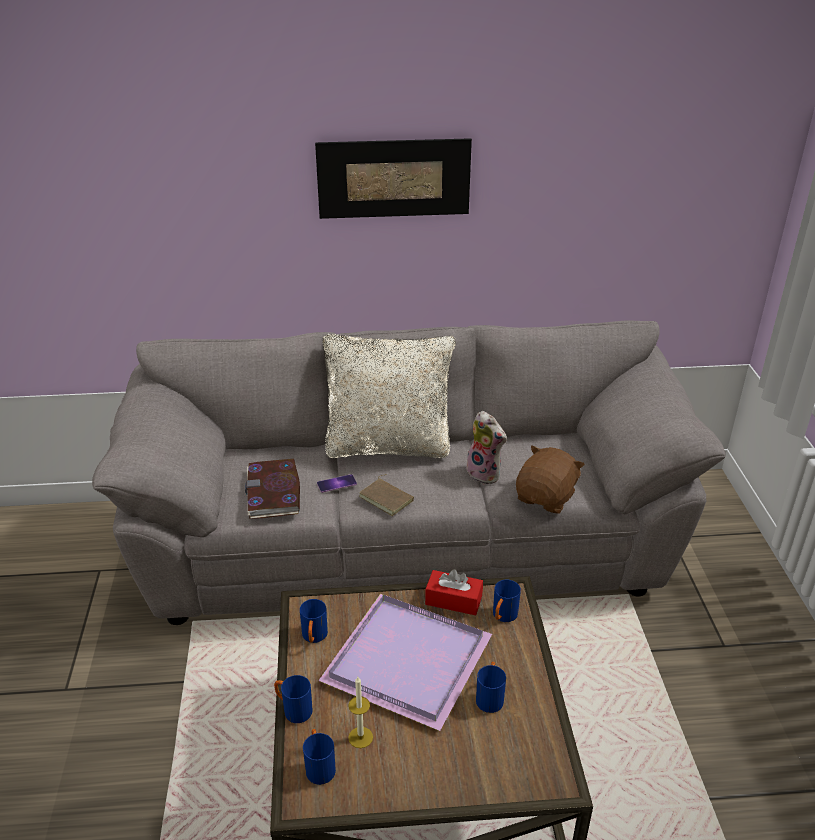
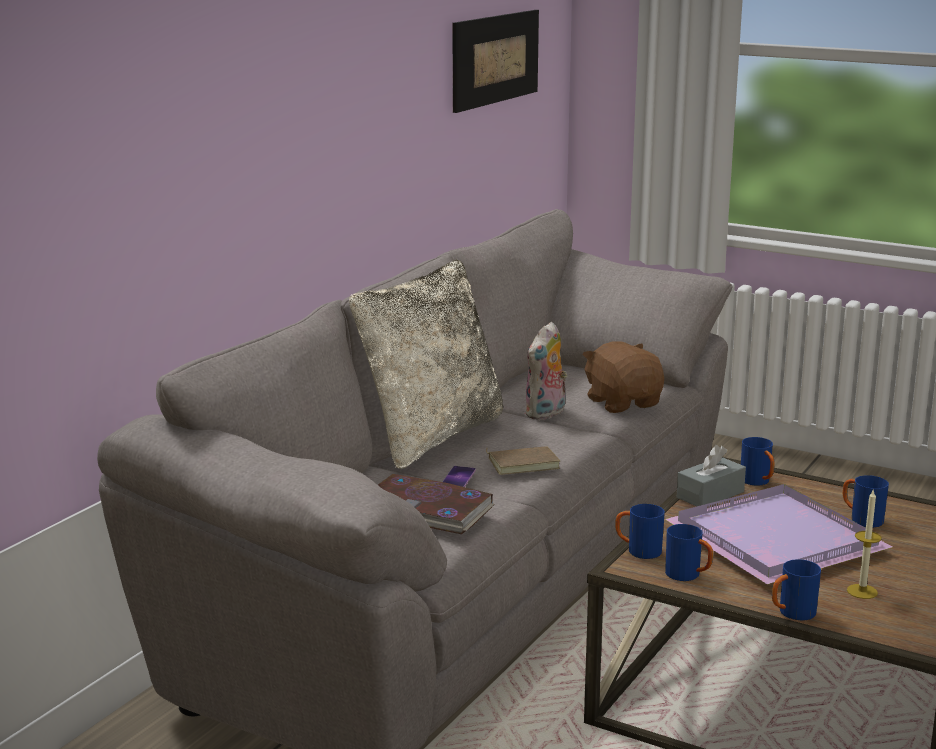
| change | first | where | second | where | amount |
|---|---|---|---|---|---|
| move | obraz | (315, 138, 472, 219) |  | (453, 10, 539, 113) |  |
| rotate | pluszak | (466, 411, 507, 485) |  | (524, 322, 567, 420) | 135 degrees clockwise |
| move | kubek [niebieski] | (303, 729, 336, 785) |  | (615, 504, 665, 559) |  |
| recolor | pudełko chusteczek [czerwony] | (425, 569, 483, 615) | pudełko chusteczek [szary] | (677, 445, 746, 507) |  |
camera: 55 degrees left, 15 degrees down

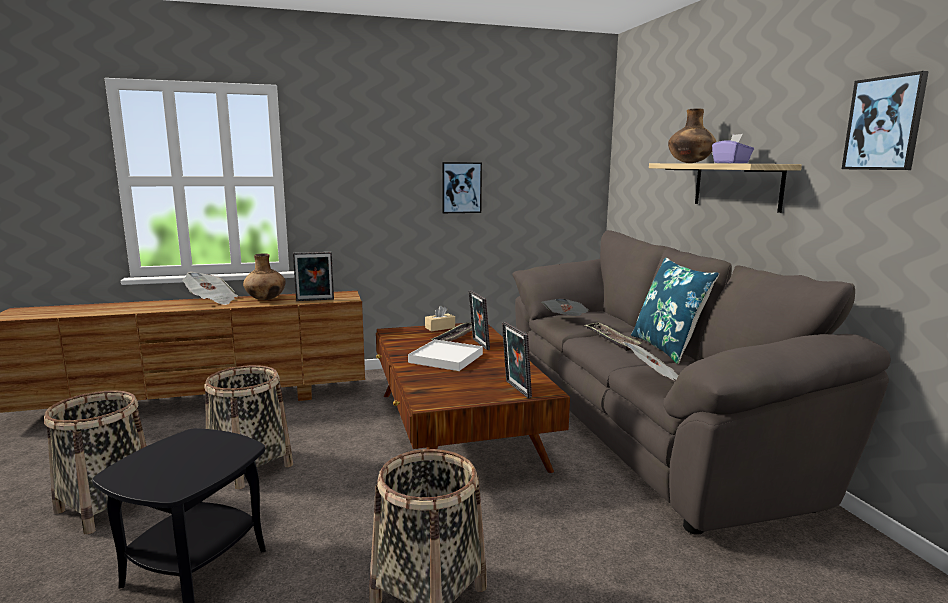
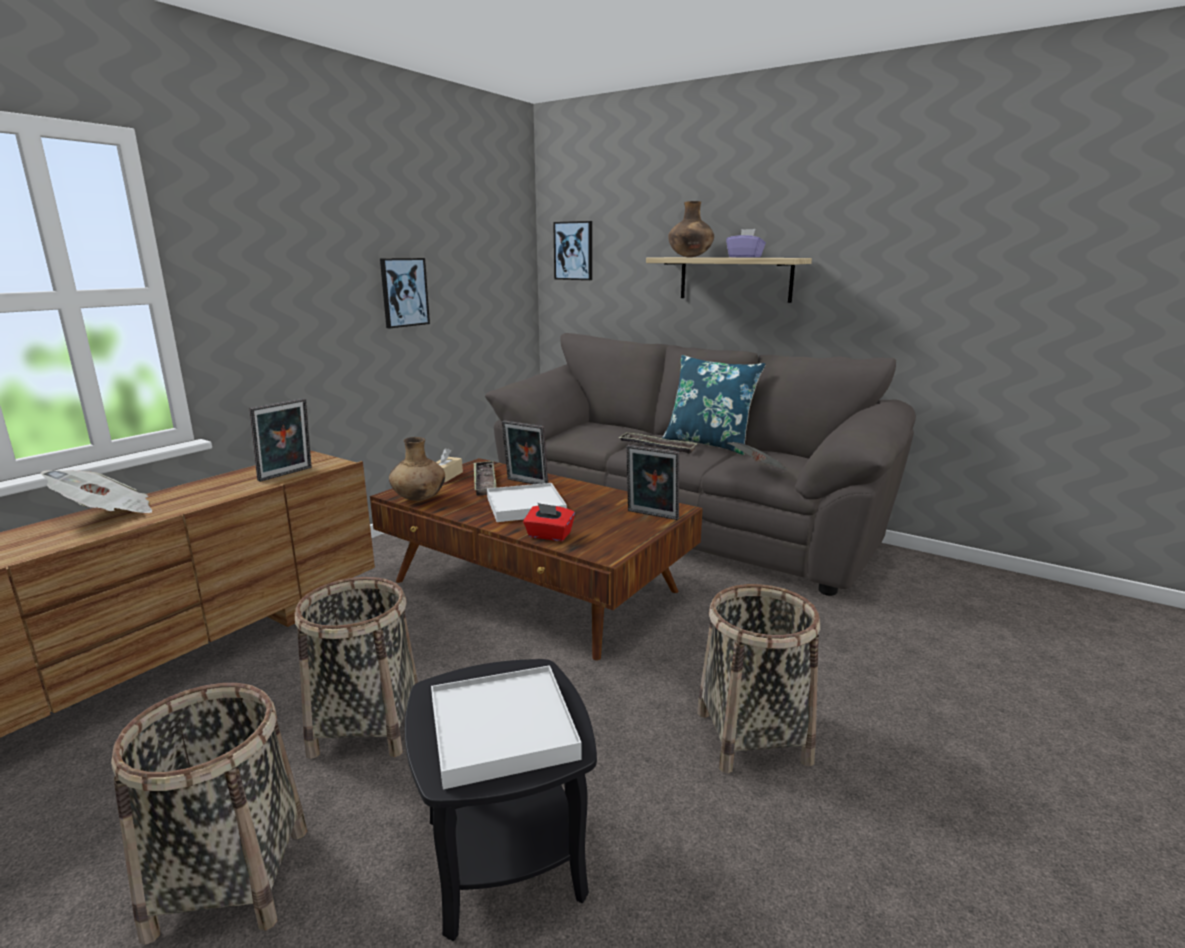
| change | first | where | second | where | amount |
|---|---|---|---|---|---|
| move | wazon [brązowy] | (243, 253, 286, 300) |  | (389, 437, 445, 501) |  |
| insert |  |  | taca [biały] | (431, 665, 582, 789) |  |
| insert |  |  | pudełko chusteczek [czerwony] | (523, 503, 575, 541) |  |
| move | obraz | (842, 71, 929, 170) |  | (553, 221, 592, 280) |  |
| delete | gazeta | (541, 299, 589, 316) |  |  |  |
camera: 40 degrees left, 5 degrees up

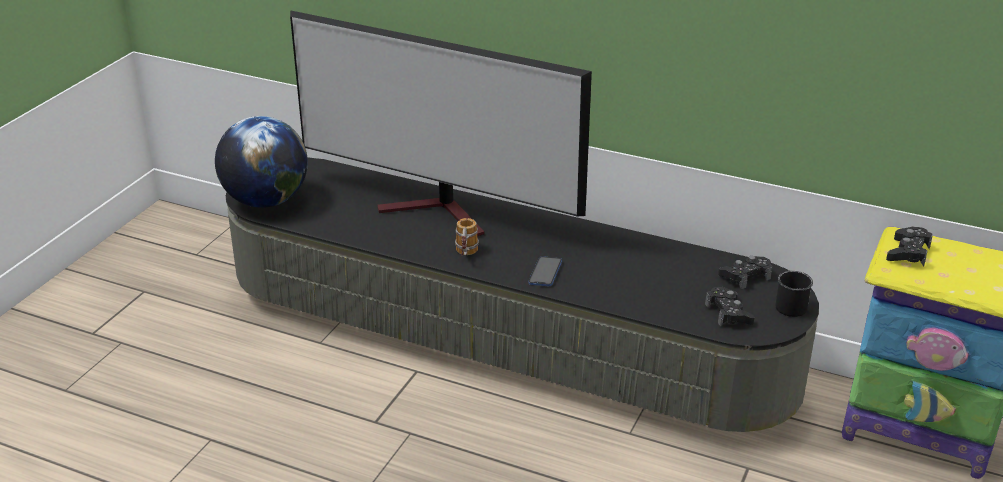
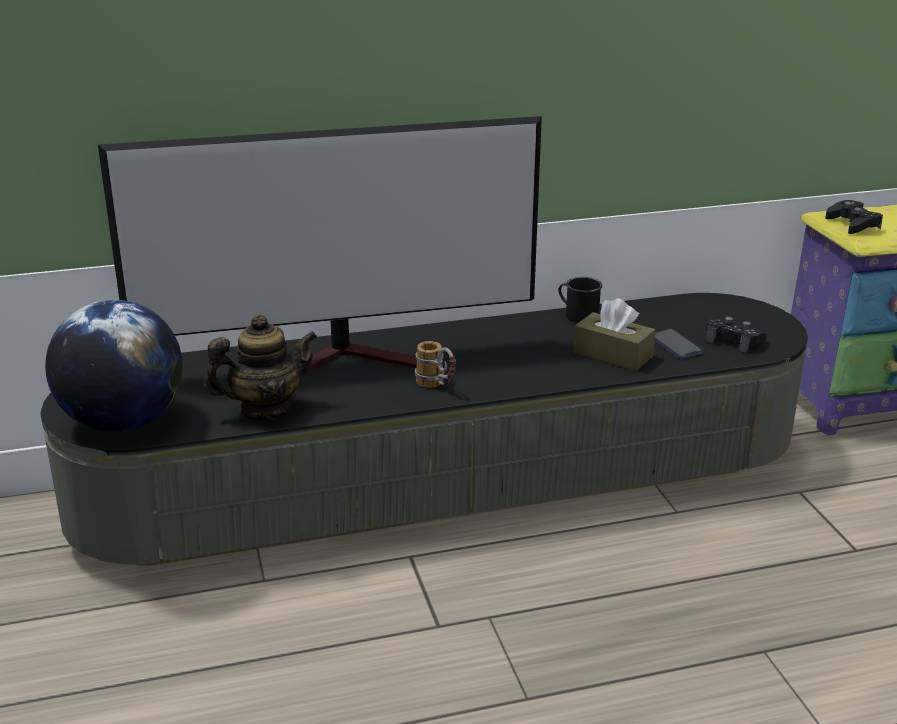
| change | first | where | second | where | amount |
|---|---|---|---|---|---|
| insert |  |  | imbryk | (204, 314, 317, 420) |  |
| move | kubek [czarny] | (776, 271, 813, 317) |  | (558, 277, 602, 323) |  |
| insert |  |  | pudełko chusteczek [brązowy] | (573, 298, 656, 371) |  |
| move | telefon | (528, 256, 562, 286) |  | (655, 328, 703, 359) |  |
| delete | pad do gier [czarny] | (718, 256, 772, 290) |  |  |  |
camera: 40 degrees left, 5 degrees down

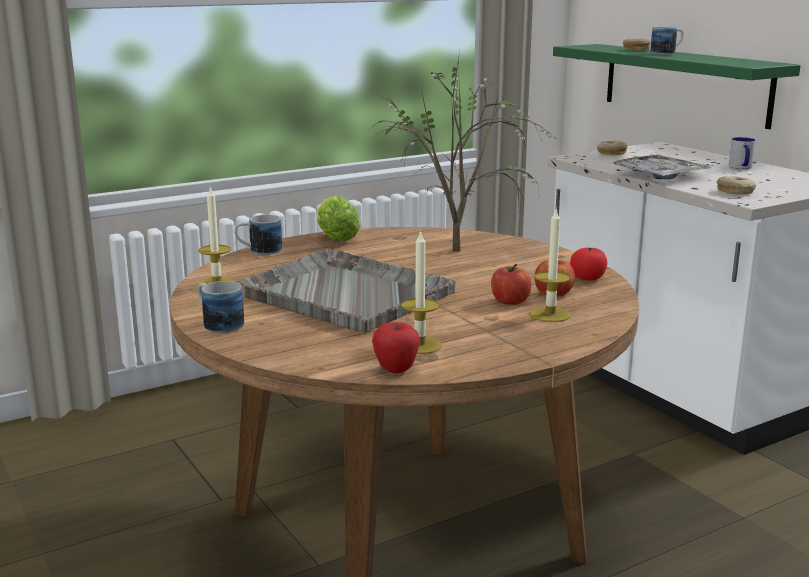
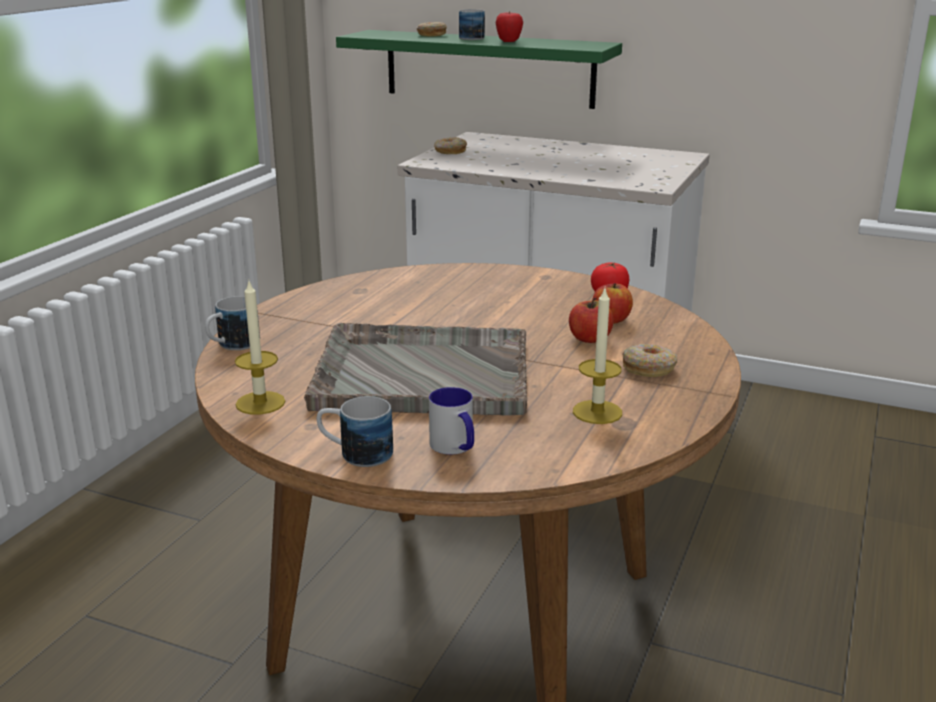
| change | first | where | second | where | amount |
|---|---|---|---|---|---|
| move | kubek | (729, 137, 756, 169) |  | (429, 387, 474, 455) |  |
| move | jabłko | (372, 322, 420, 373) |  | (496, 11, 523, 42) |  |
| move | donut | (717, 176, 756, 195) |  | (622, 344, 677, 377) |  |
| delete | sałata | (317, 196, 360, 242) |  |  |  |
| delete | roślina doniczkowa | (370, 51, 558, 252) |  |  |  |
| delete | świeca | (530, 210, 571, 322) |  |  |  |
| delete | taca | (608, 155, 712, 179) |  |  |  |
camera: 35 degrees left, 5 degrees up

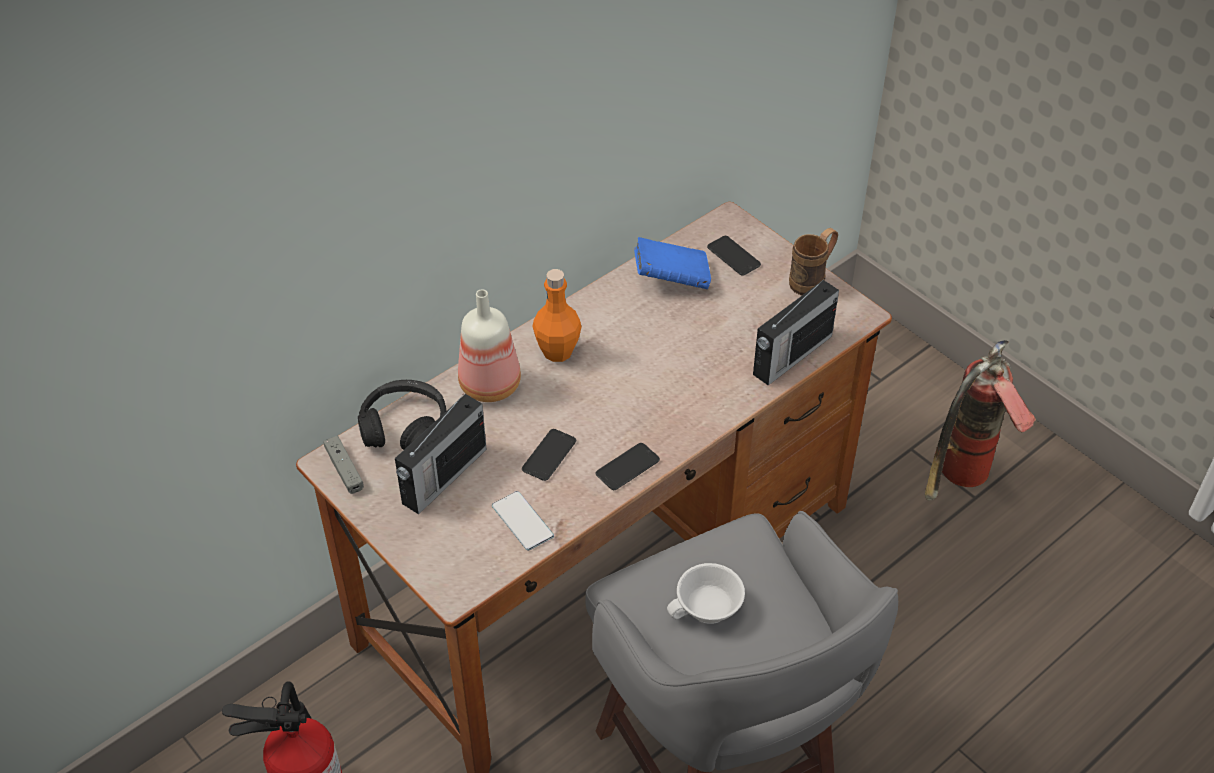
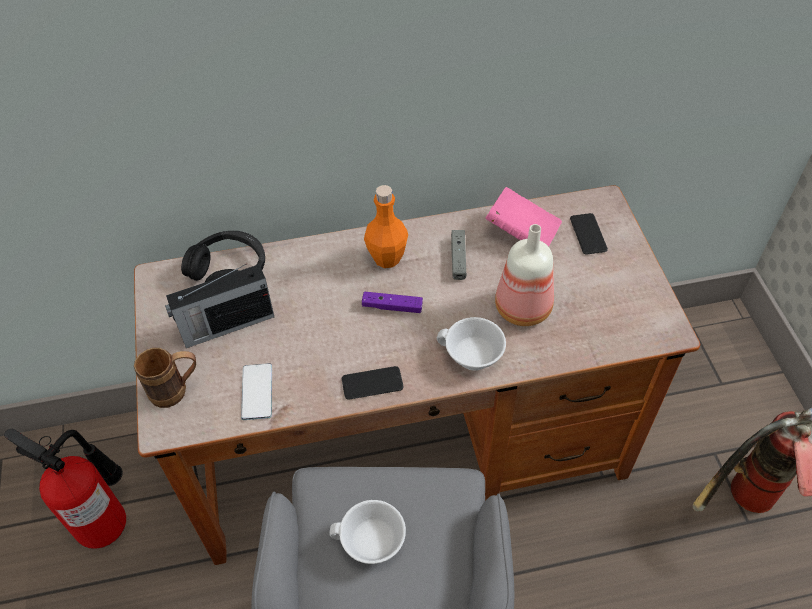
| change | first | where | second | where | amount |
|---|---|---|---|---|---|
| move | kubek [brązowy] | (789, 228, 838, 295) |  | (134, 348, 196, 408) |  |
| insert |  |  | pad do gier [fioletowy] | (362, 291, 423, 313) |  |
| insert |  |  | filiżanka [biały] | (437, 317, 506, 371) |  |
| move | pad do gier [szary] | (323, 436, 364, 494) |  | (451, 230, 466, 280) |  |
| recolor | książka [niebieski] | (634, 237, 711, 289) | książka [różowy] | (486, 187, 562, 247) |  |
| move | butelka | (458, 289, 521, 402) |  | (495, 224, 554, 326) |  |
| delete | telefon | (522, 429, 576, 481) |  |  |  |
| delete | radio | (753, 278, 839, 385) |  |  |  |
camera: 30 degrees right, 5 degrees up

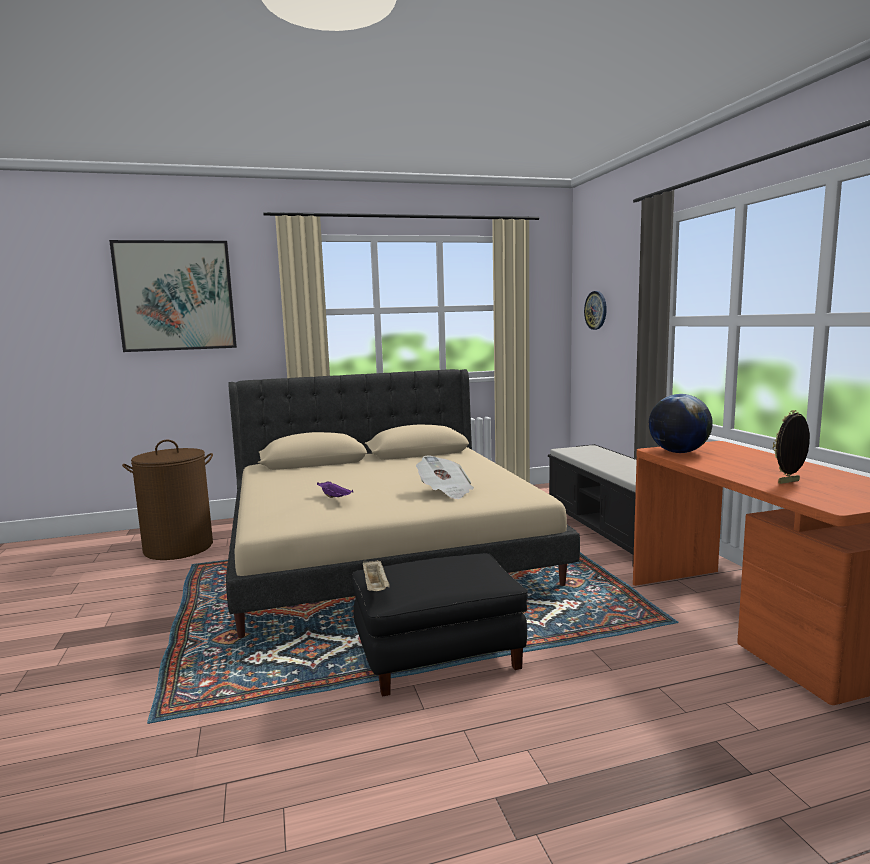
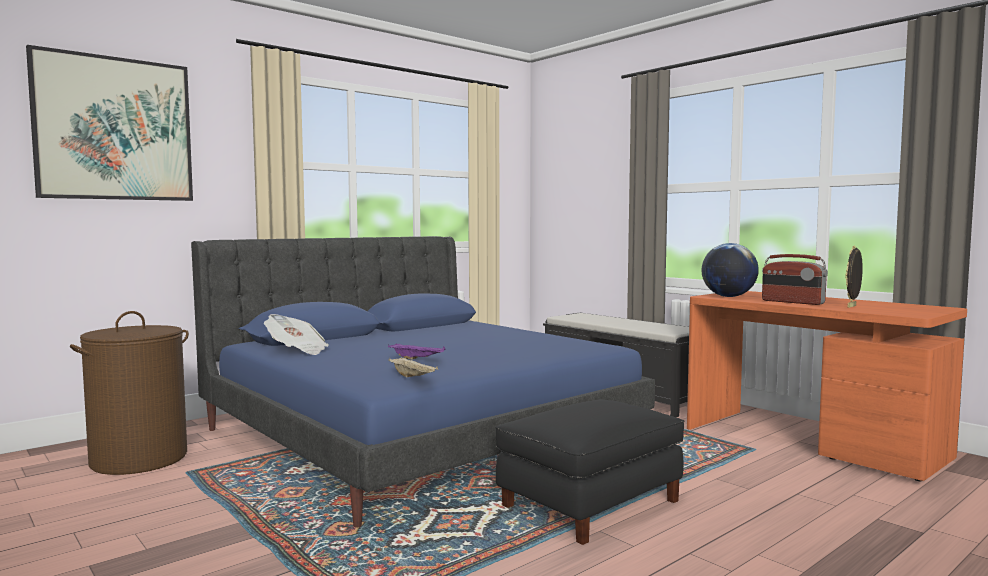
| change | first | where | second | where | amount |
|---|---|---|---|---|---|
| recolor | łóżko [beżowy] | (226, 369, 580, 638) | łóżko [niebieski] | (191, 236, 655, 527) |  |
| move | gazeta | (416, 455, 474, 499) |  | (264, 314, 329, 355) |  |
| move | taca [beżowy] | (363, 560, 390, 591) |  | (388, 357, 438, 377) |  |
| insert |  |  | radio | (762, 254, 828, 305) |  |
| delete | zegar ścienny | (584, 291, 607, 330) |  |  |  |
camera: 25 degrees left, 5 degrees down

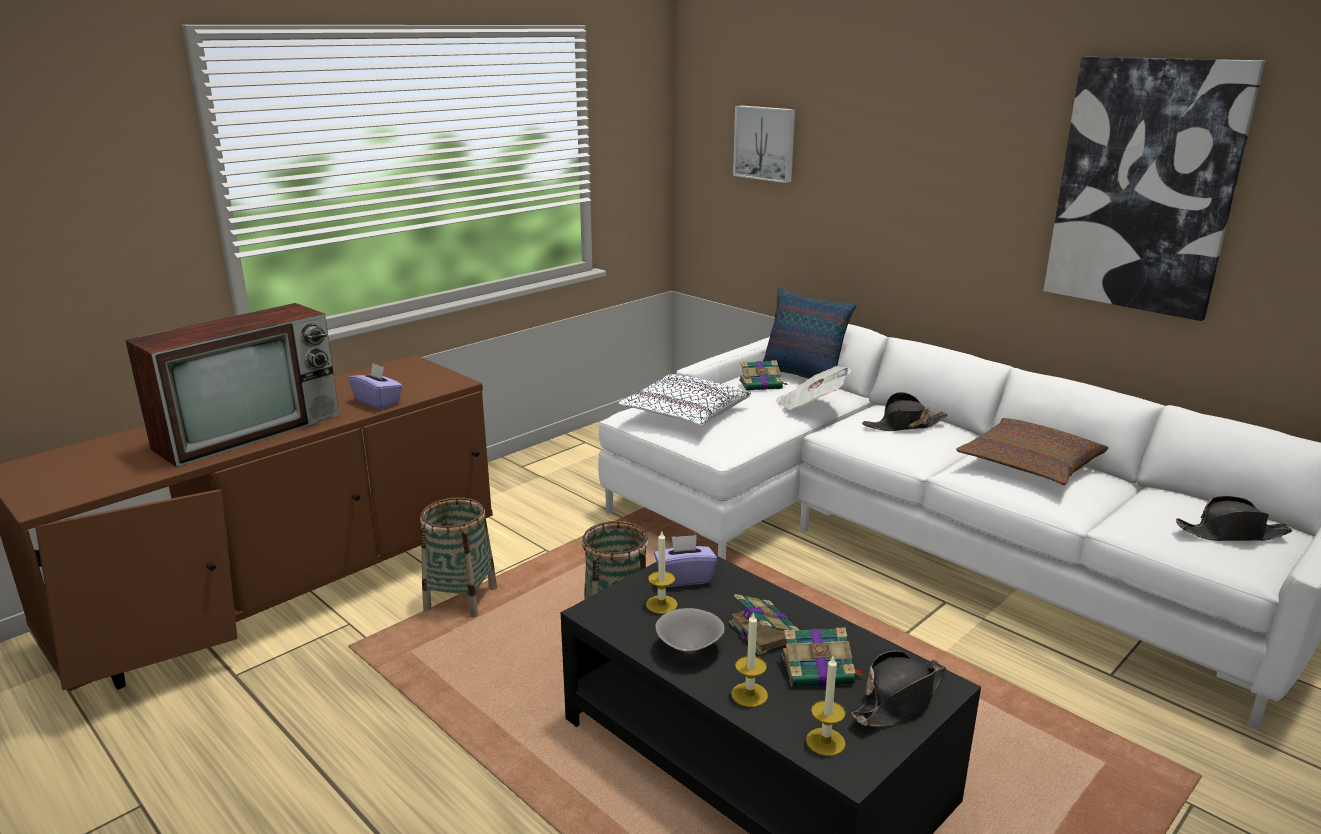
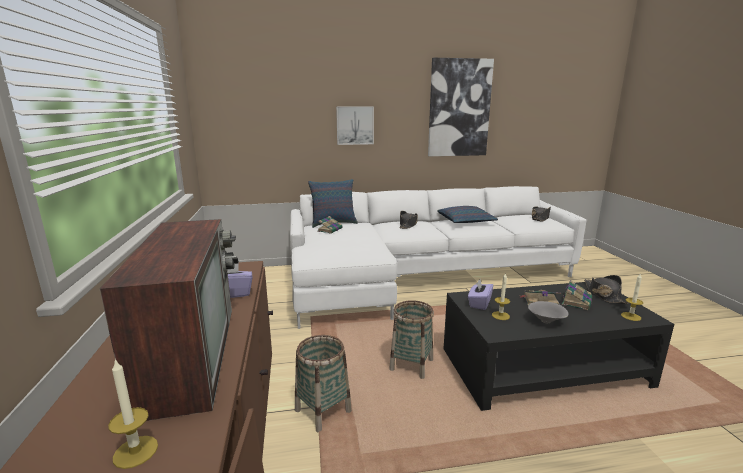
| change | first | where | second | where | amount |
|---|---|---|---|---|---|
| move | świeca | (731, 612, 768, 707) |  | (108, 359, 158, 469) |  |
| move | obraz | (733, 105, 795, 183) |  | (336, 106, 374, 145) |  |
| recolor | poduszka [brązowy] | (956, 418, 1108, 485) | poduszka [niebieski] | (437, 206, 498, 223) |  |
| delete | poduszka [biały] | (619, 374, 751, 426) |  |  |  |
| delete | gazeta | (776, 366, 852, 411) |  |  |  |
camera: 55 degrees left, 5 degrees down

